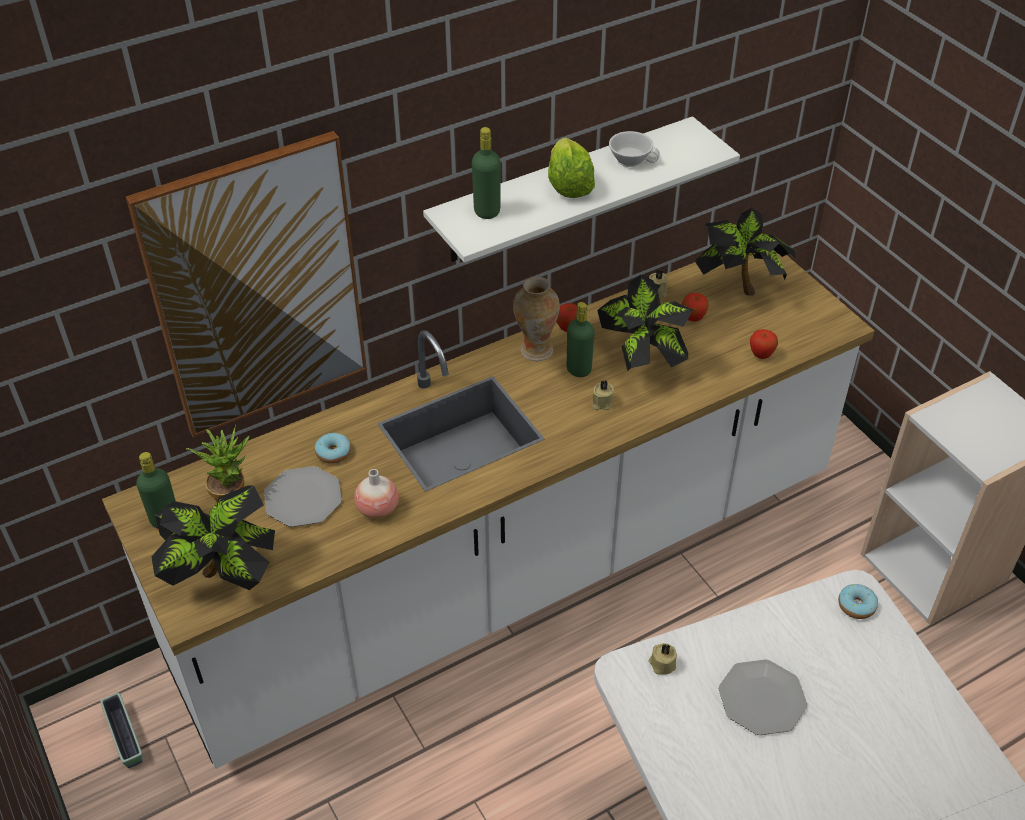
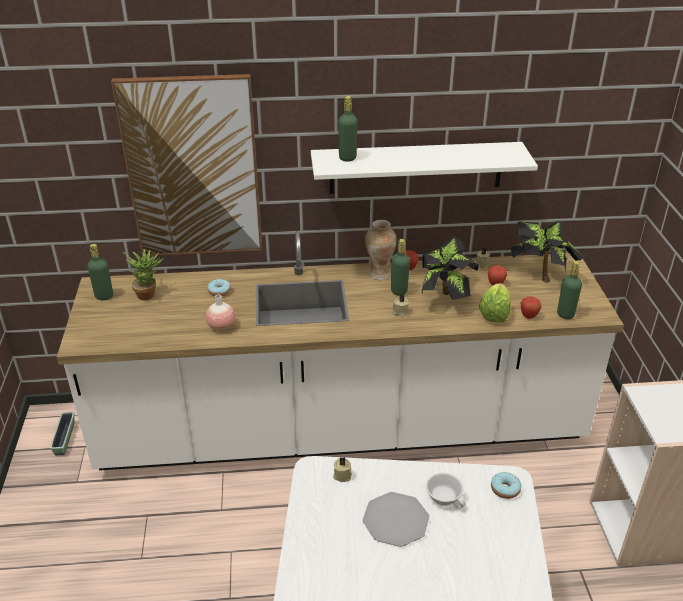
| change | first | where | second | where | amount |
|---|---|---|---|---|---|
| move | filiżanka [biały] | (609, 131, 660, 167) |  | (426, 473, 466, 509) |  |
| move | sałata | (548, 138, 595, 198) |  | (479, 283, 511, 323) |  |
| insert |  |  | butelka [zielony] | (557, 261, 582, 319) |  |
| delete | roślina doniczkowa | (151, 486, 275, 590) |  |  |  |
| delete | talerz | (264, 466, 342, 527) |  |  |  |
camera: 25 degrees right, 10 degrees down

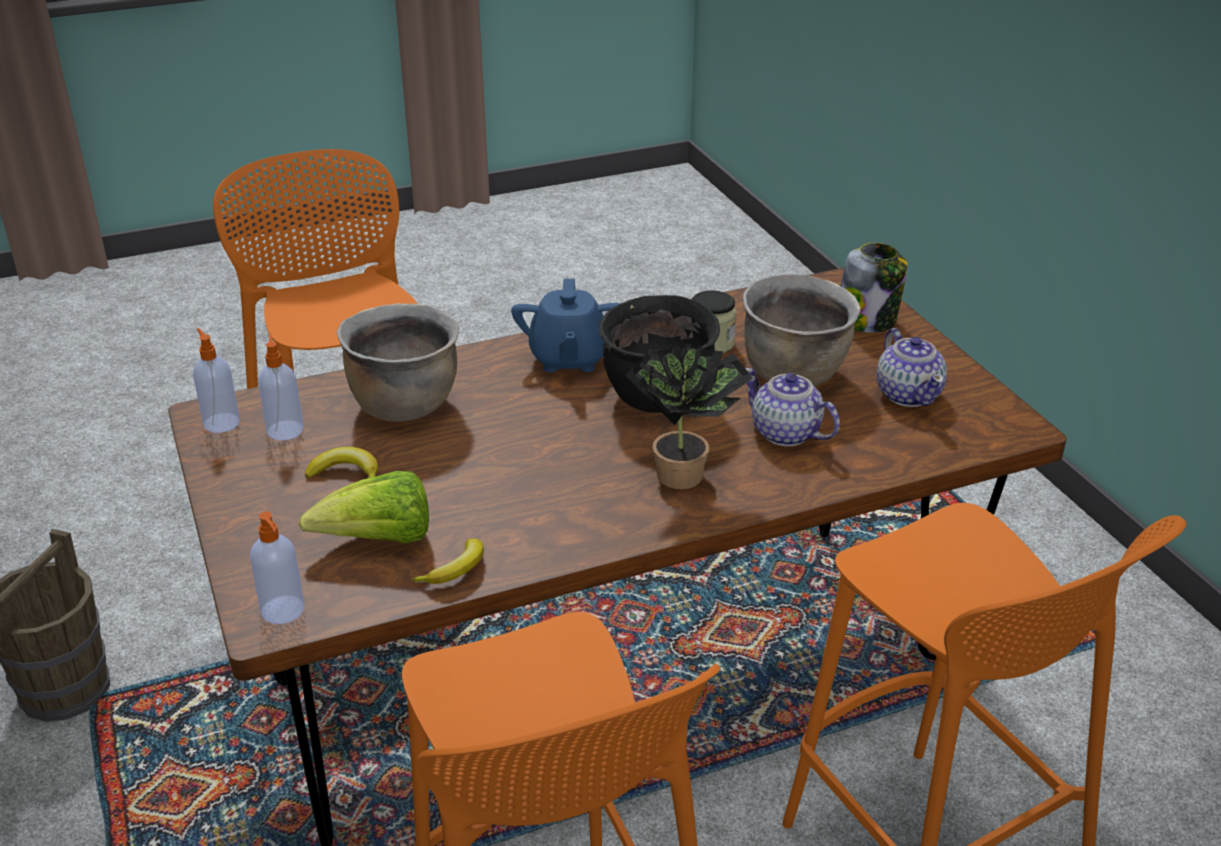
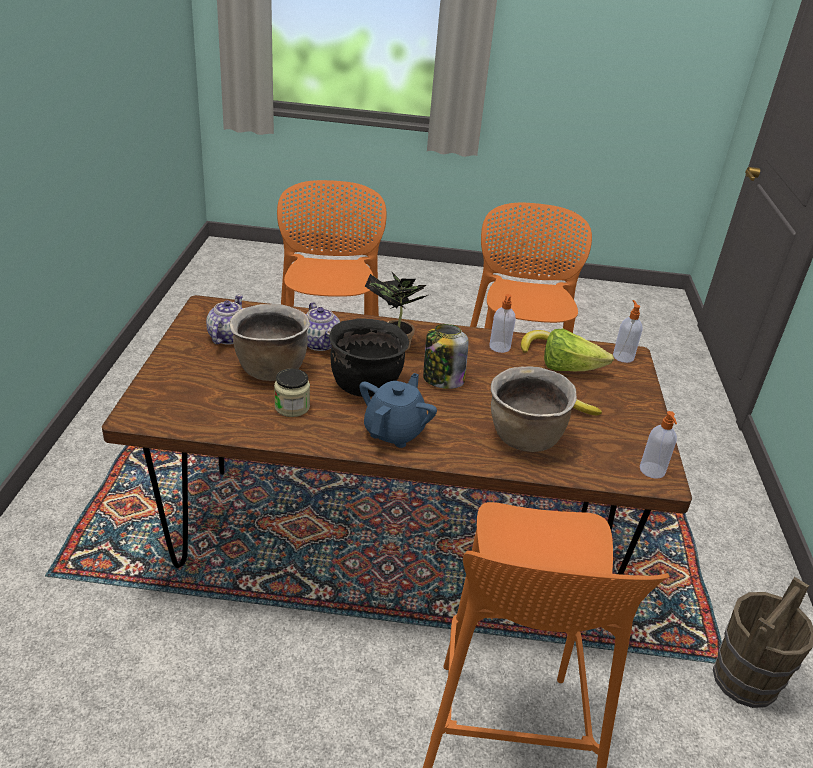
| change | first | where | second | where | amount |
|---|---|---|---|---|---|
| move | słoik | (841, 243, 908, 333) |  | (423, 324, 468, 389) |  |
| move | dozownik mydła | (258, 334, 304, 440) |  | (489, 294, 516, 353) |  |
camera: 155 degrees left, 0 degrees up

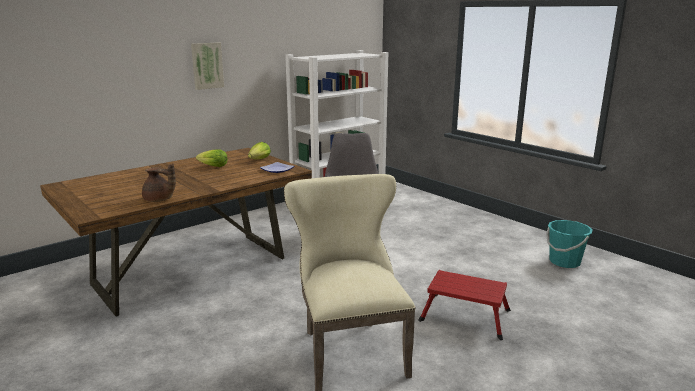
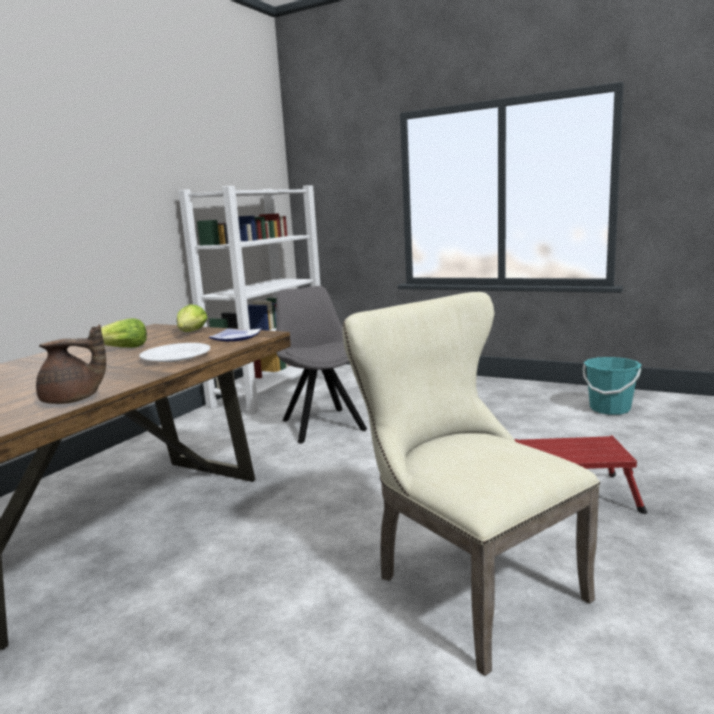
| change | first | where | second | where | amount |
|---|---|---|---|---|---|
| insert |  |  | talerz [biały] | (139, 343, 211, 362) |  |
| delete | obraz | (191, 43, 224, 90) |  |  |  |
camera: 20 degrees left, 5 degrees down

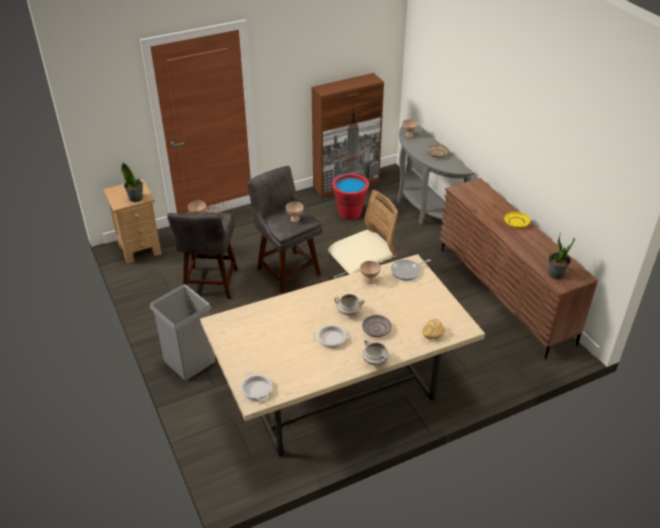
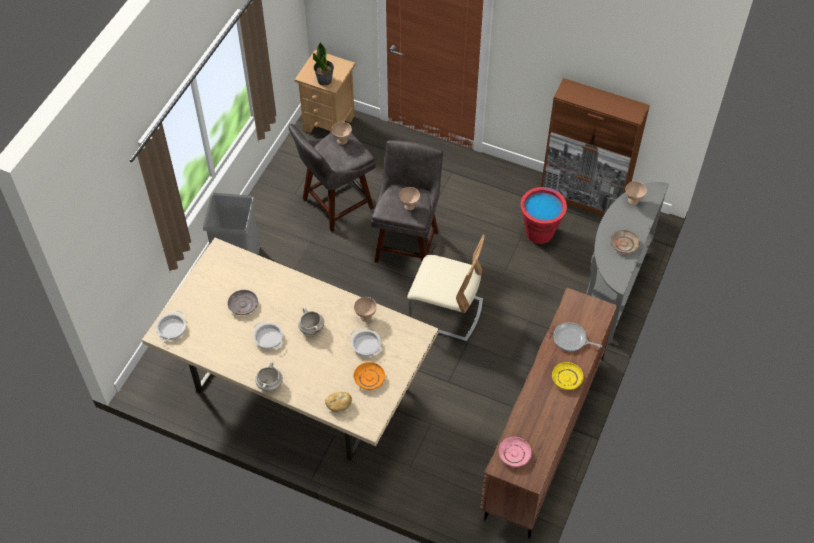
| change | first | where | second | where | amount |
|---|---|---|---|---|---|
| move | talerz [szary] | (362, 315, 392, 337) |  | (227, 290, 258, 315) |  |
| insert |  |  | garnek | (350, 330, 382, 357) |  |
| insert |  |  | talerz [pomarańczowy] | (354, 362, 385, 390) |  |
| replace | roślina doniczkowa | (548, 232, 575, 279) | talerz [różowy] | (499, 437, 531, 467) |  |
| move | patelnia | (391, 259, 431, 281) |  | (553, 322, 602, 351) |  |
camera: 50 degrees right, 15 degrees up

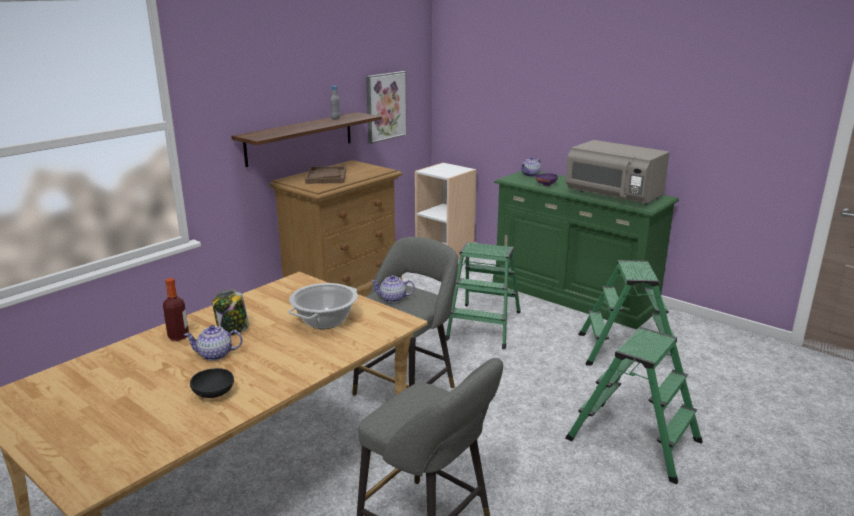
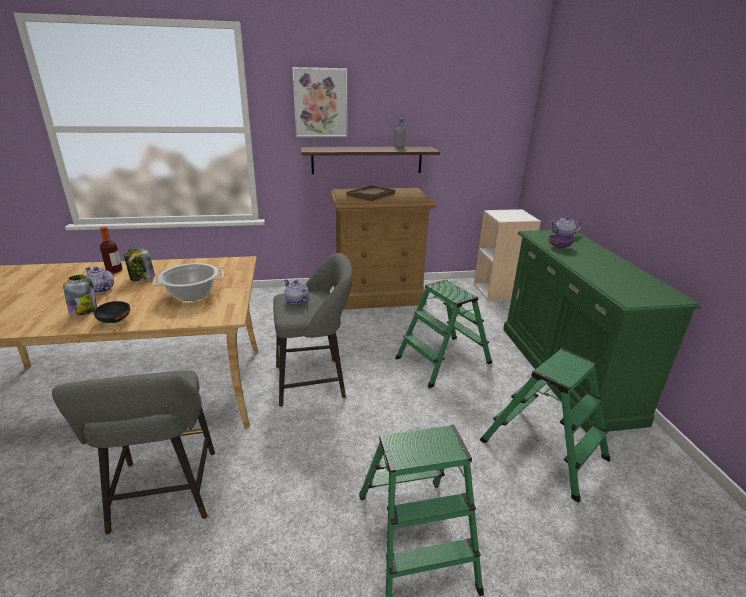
| change | first | where | second | where | amount |
|---|---|---|---|---|---|
| insert |  |  | słoik | (63, 275, 97, 315) |  |
| move | miska [czarny] | (190, 368, 234, 398) |  | (93, 301, 130, 323) |  |
| move | obraz | (366, 71, 407, 144) |  | (292, 67, 347, 137) |  |
| delete | mikrofalówka [szary] | (566, 140, 670, 205) |  |  |  |
camera: 40 degrees right, 5 degrees up

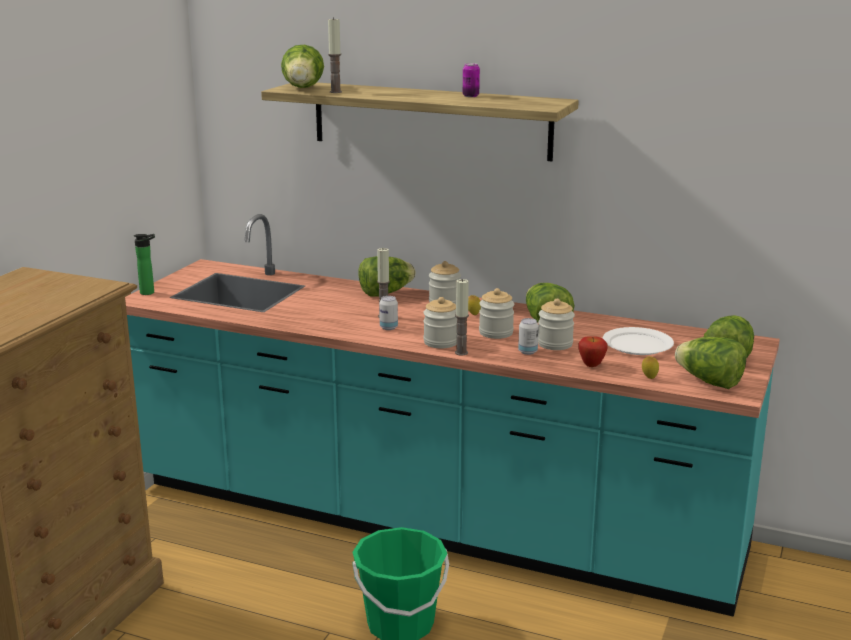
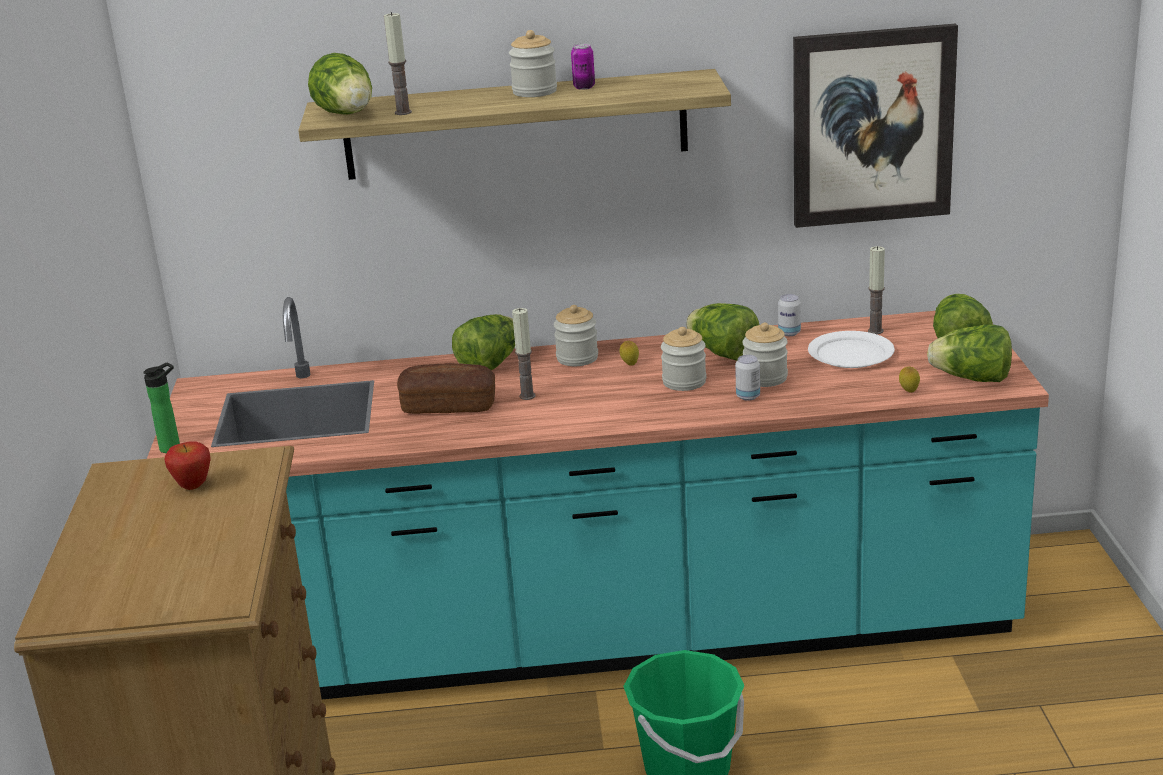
| change | first | where | second | where | amount |
|---|---|---|---|---|---|
| move | jabłko | (578, 336, 608, 367) |  | (165, 441, 211, 490) |  |
| insert |  |  | chleb | (397, 363, 495, 414) |  |
| move | słoik | (423, 297, 457, 348) |  | (509, 30, 557, 97) |  |
| move | puszka | (379, 296, 398, 330) |  | (778, 294, 801, 336) |  |
| insert |  |  | obraz | (793, 24, 958, 228) |  |
| move | świeca | (455, 279, 469, 356) |  | (868, 246, 885, 334) |  |
camera: 25 degrees left, 5 degrees up

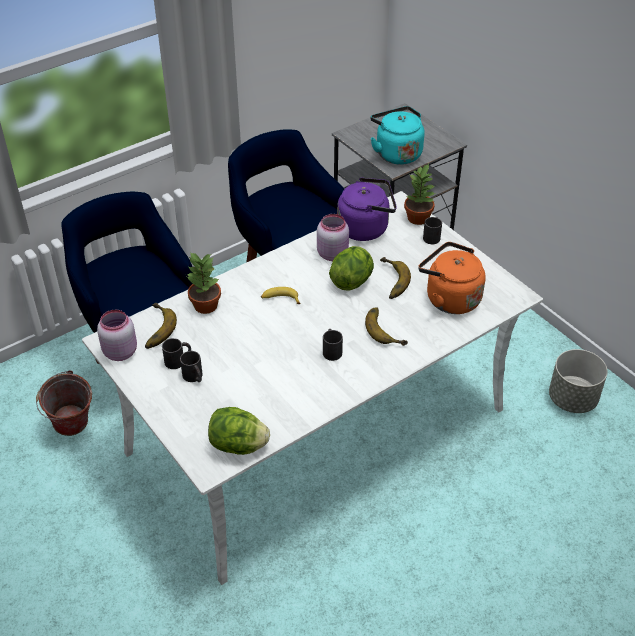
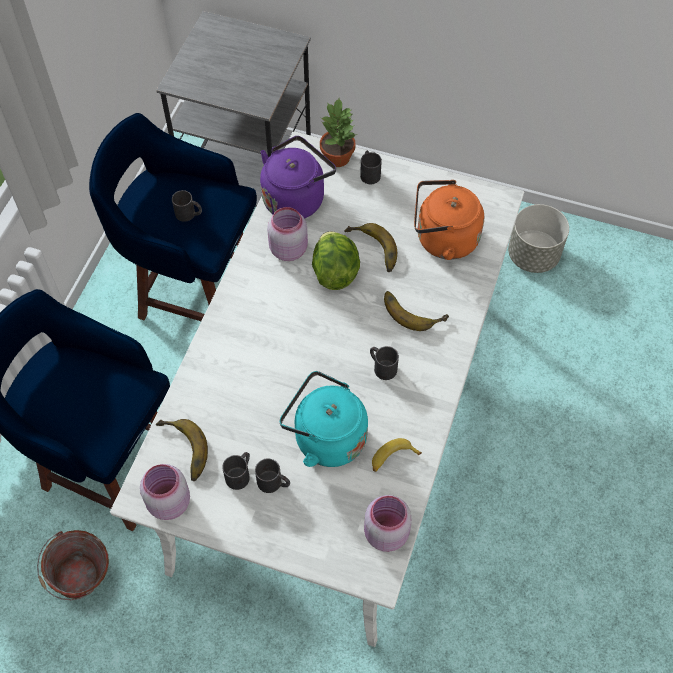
| change | first | where | second | where | amount |
|---|---|---|---|---|---|
| insert |  |  | kubek [czarny] | (172, 190, 202, 222) |  |
| move | czajnik [turkusowy] | (370, 106, 424, 165) |  | (280, 371, 368, 467) |  |
| replace | sałata | (208, 407, 270, 455) | słoik [różowy] | (364, 495, 412, 552) |  |
| move | banan | (261, 287, 300, 304) |  | (372, 438, 422, 472) |  |
| delete | roślina doniczkowa | (186, 252, 221, 314) |  |  |  |
camera: 35 degrees left, 15 degrees up

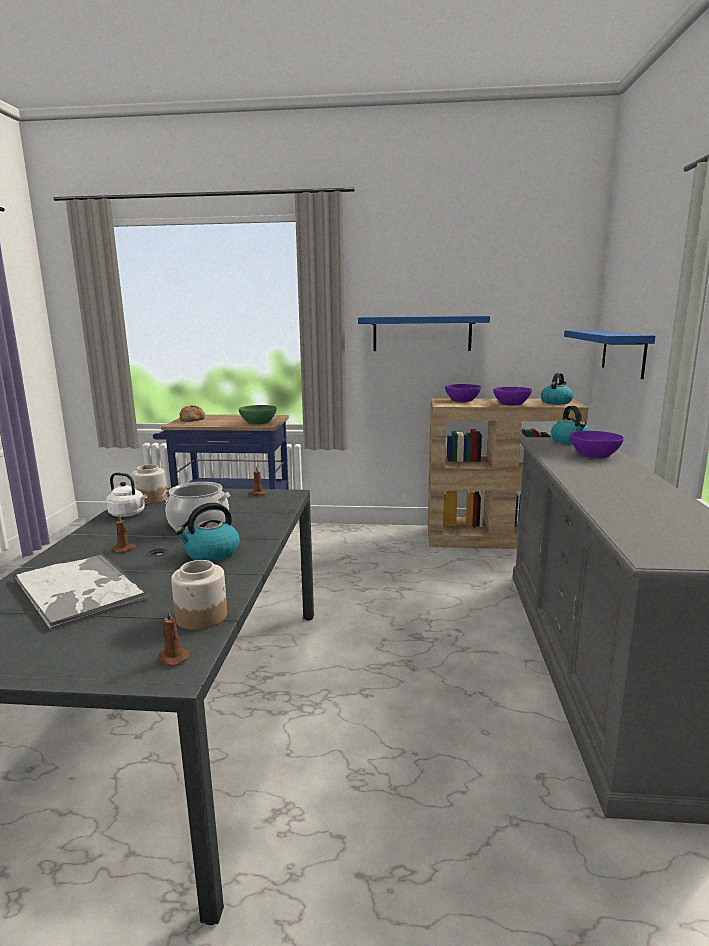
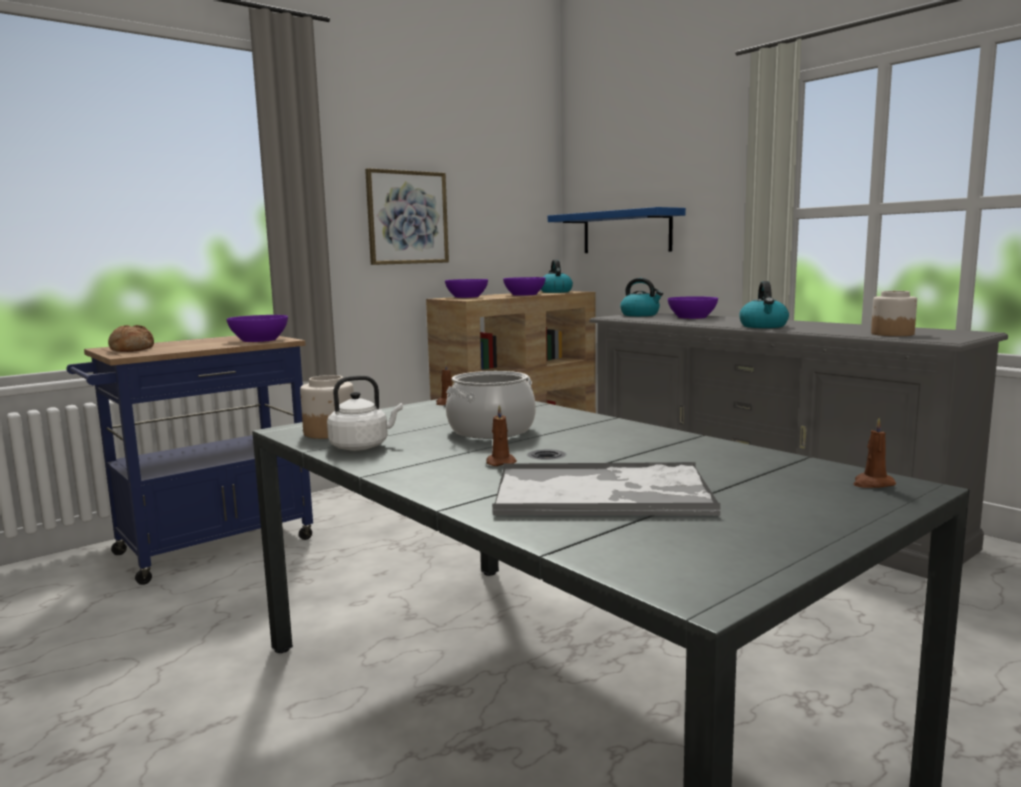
| change | first | where | second | where | amount |
|---|---|---|---|---|---|
| recolor | miska [zielony] | (239, 405, 277, 425) | miska [fioletowy] | (227, 315, 288, 342) |  |
| replace | półka [niebieski] | (358, 316, 490, 351) | obraz | (365, 168, 449, 265) |  |
| move | czajnik | (175, 503, 240, 562) |  | (739, 281, 789, 328) |  |
| move | słoik | (171, 560, 227, 630) |  | (871, 291, 917, 336) |  |
camera: 45 degrees left, 5 degrees down

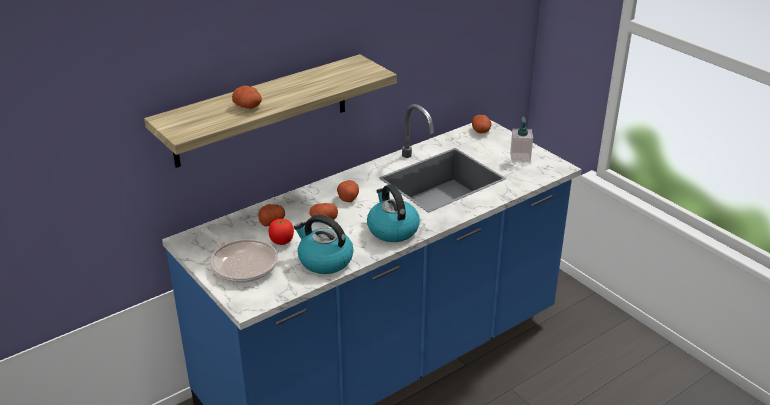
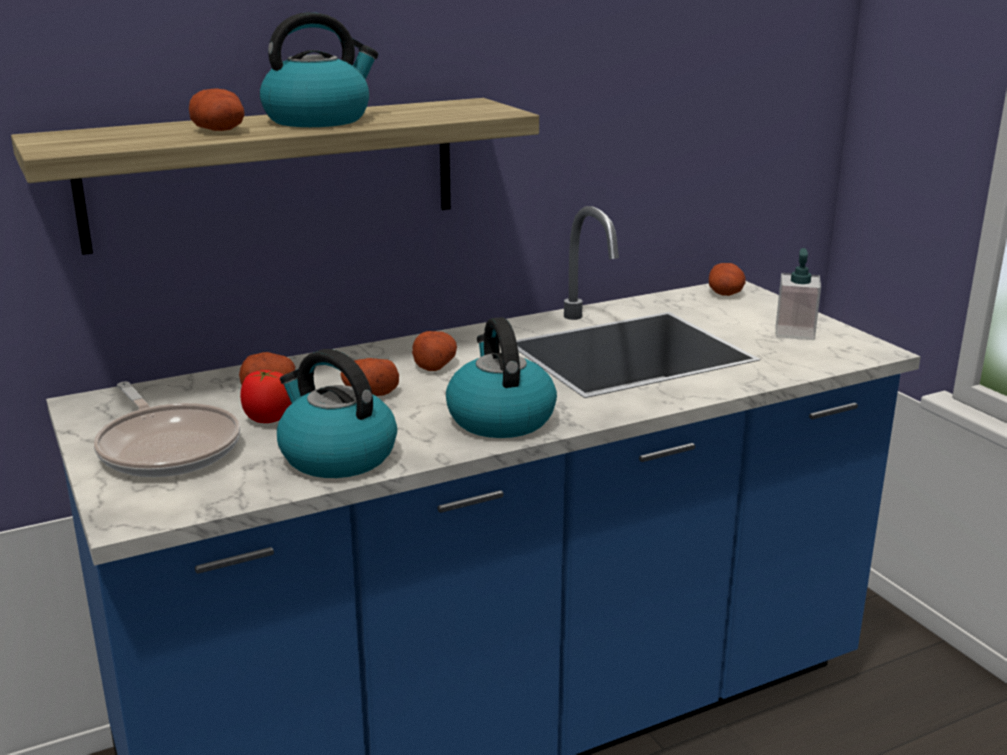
| change | first | where | second | where | amount |
|---|---|---|---|---|---|
| insert |  |  | czajnik | (260, 12, 378, 127) |  |
camera: 10 degrees right, 10 degrees down

